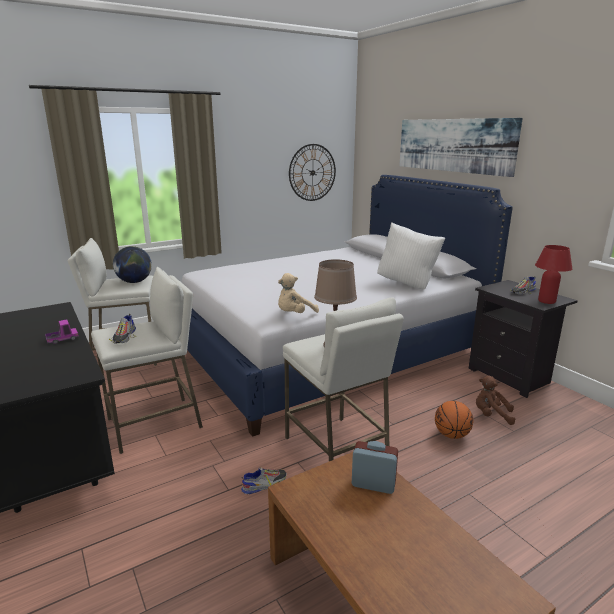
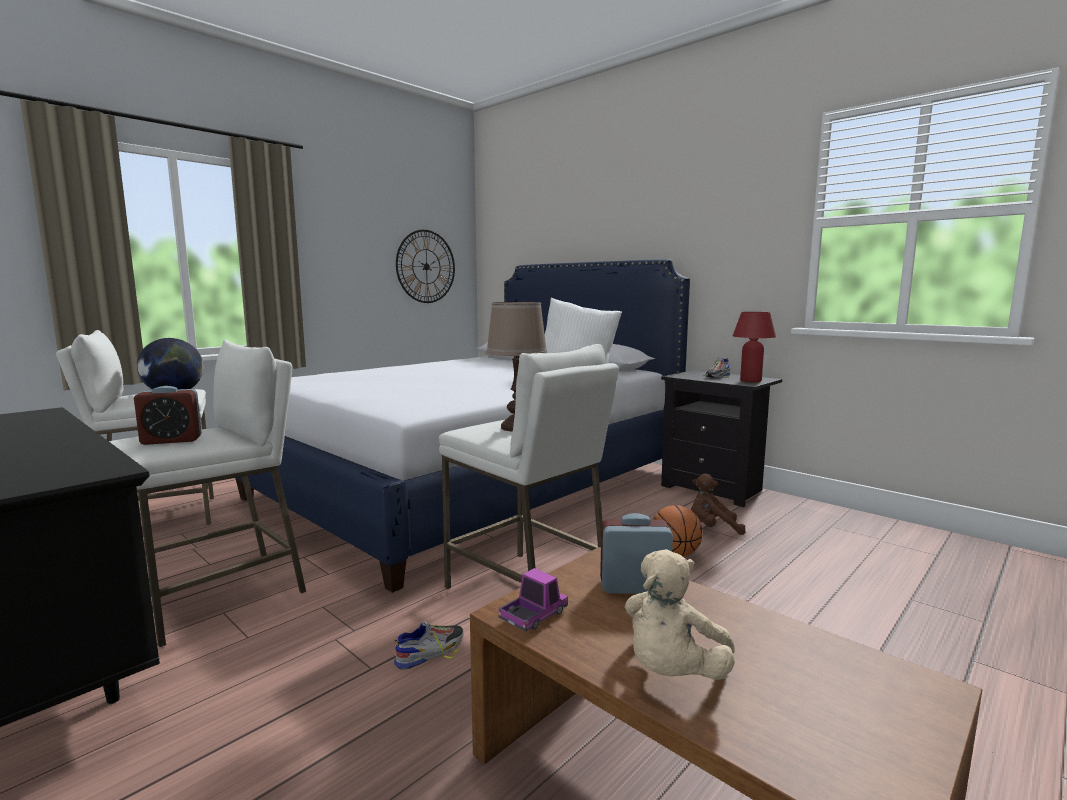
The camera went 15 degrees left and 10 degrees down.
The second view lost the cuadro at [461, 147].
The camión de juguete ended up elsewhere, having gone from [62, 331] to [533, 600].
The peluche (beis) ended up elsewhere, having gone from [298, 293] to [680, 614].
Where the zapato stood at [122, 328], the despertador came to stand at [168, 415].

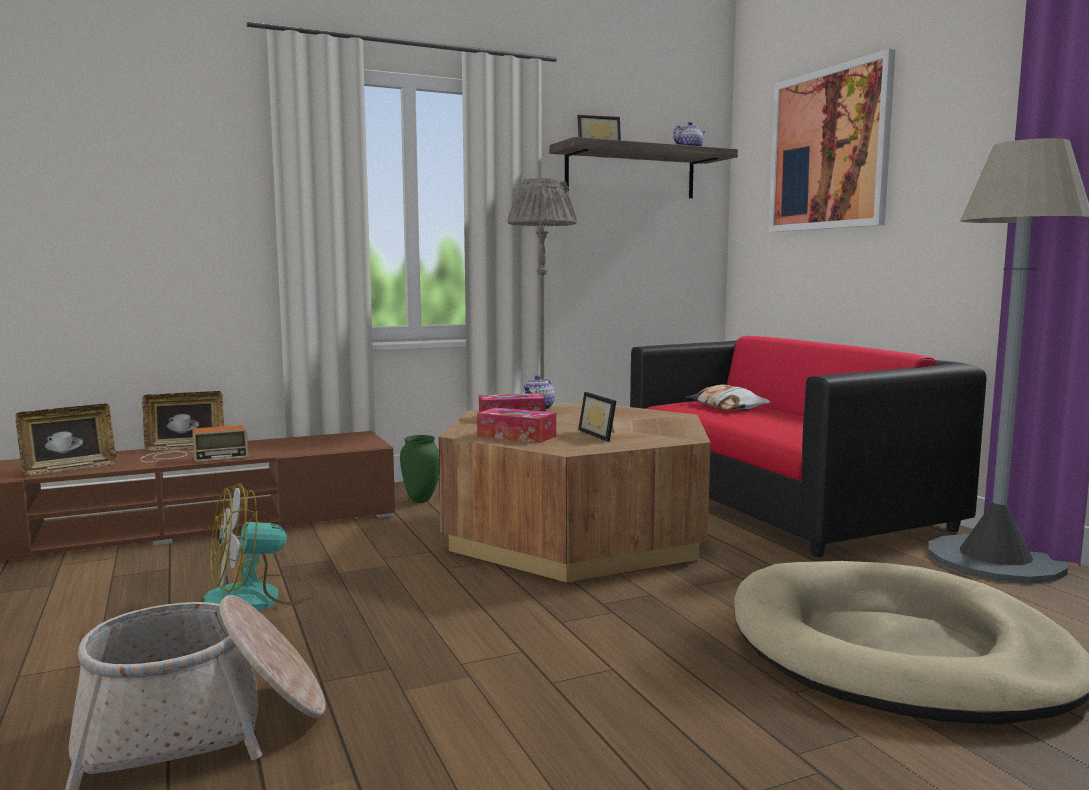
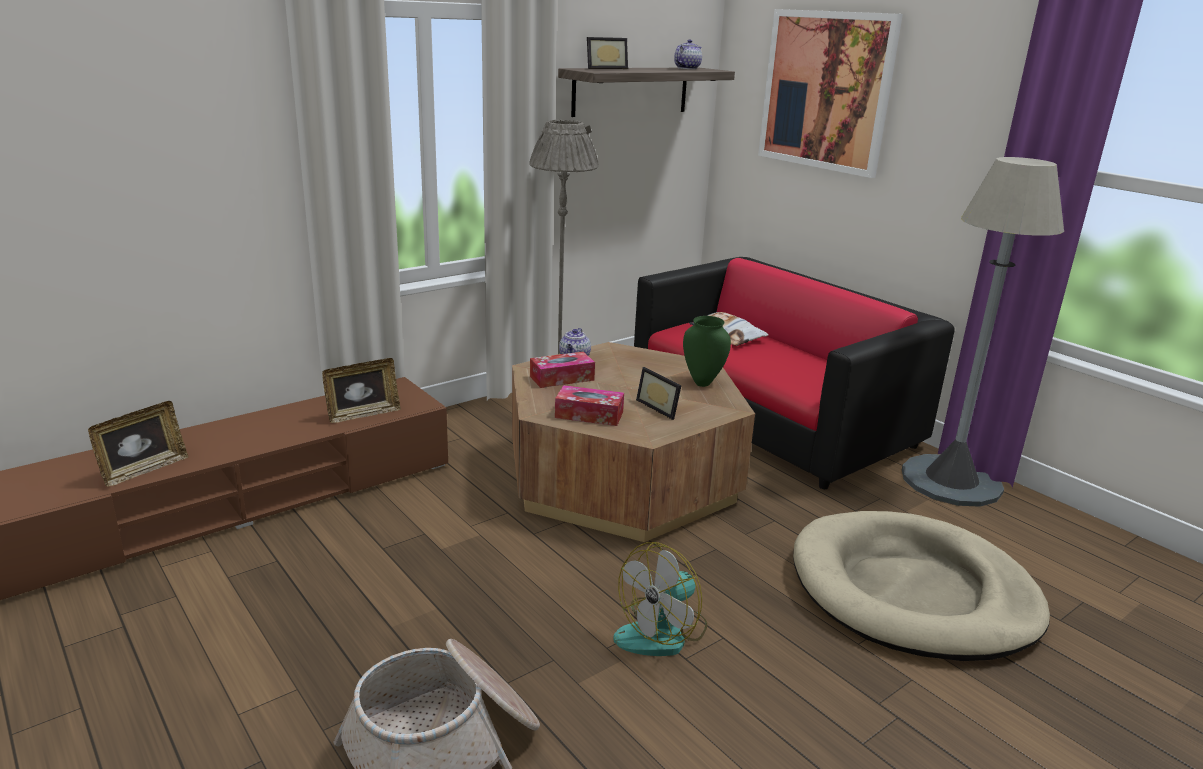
The camera went 15 degrees left and 15 degrees up.
The second view lost the radio at [194, 444].
The portarretratos ended up elsewhere, having gone from [183, 421] to [361, 390].
The ventilador ended up elsewhere, having gone from [260, 547] to [660, 599].
The florero (verde) ended up elsewhere, having gone from [419, 469] to [707, 351].

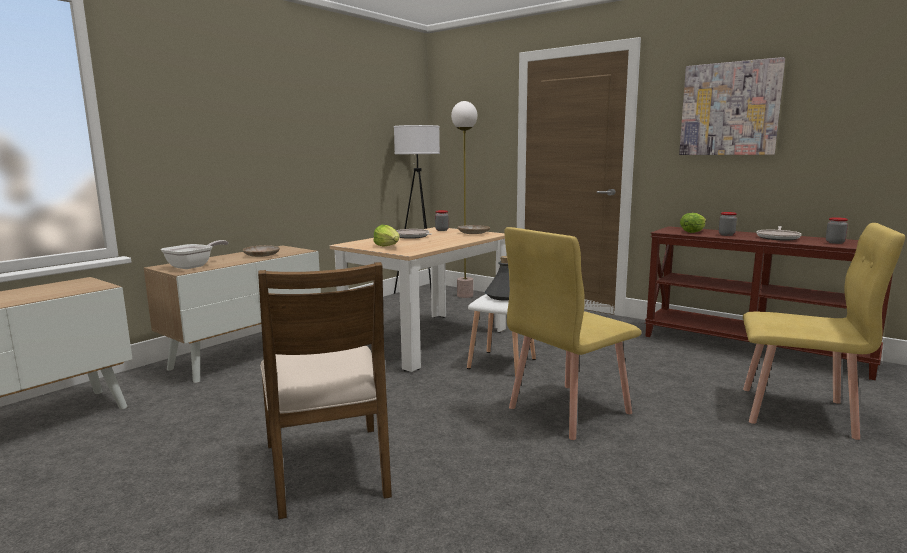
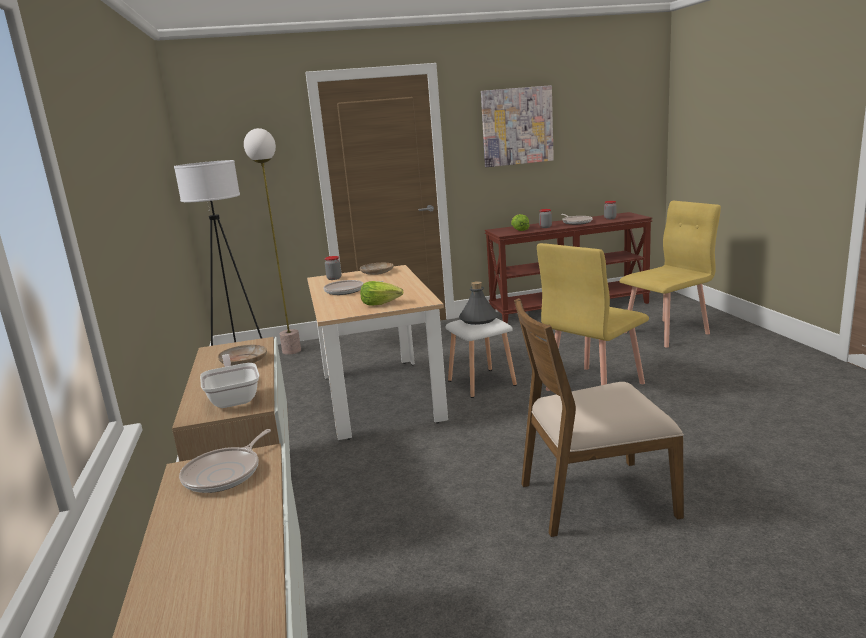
The camera went 50 degrees left and 5 degrees up.
The second view gained the sartén at [225, 461].
The silla (marrón) at [325, 390] ended up facing another way, 150 degrees clockwise from before.
The silla (amarillo) at [573, 333] ended up facing another way, 45 degrees clockwise from before.

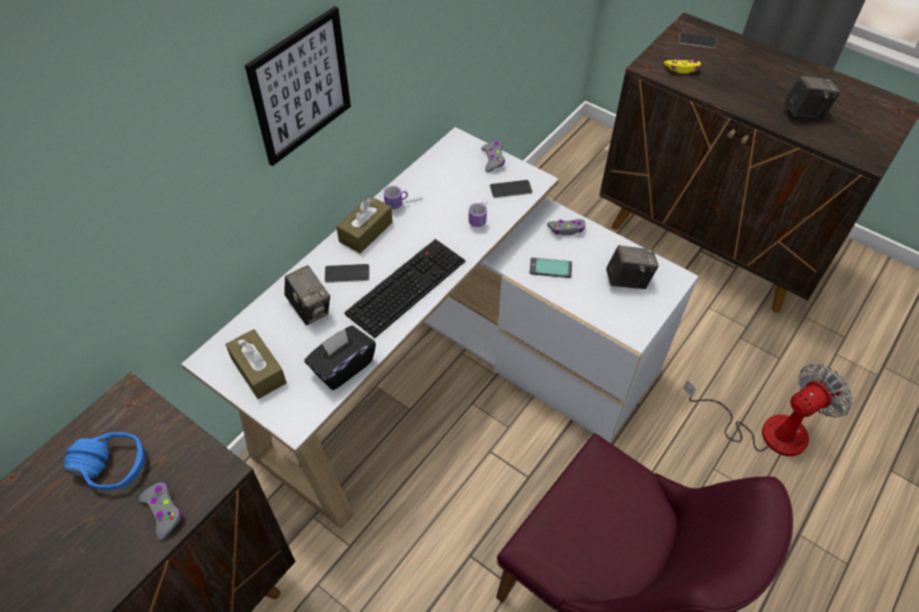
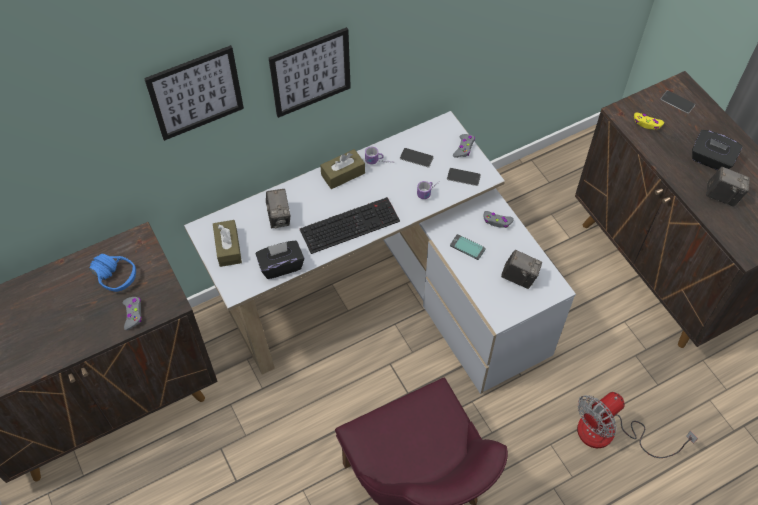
The camera went 25 degrees right and 5 degrees up.
The second view gained the cuadro at [194, 93].
The second view gained the caja de pañuelos (negro) at [717, 150].
The móvil ended up elsewhere, having gone from [347, 273] to [417, 157].
The ventilador at [767, 410] ended up facing another way, 150 degrees clockwise from before.

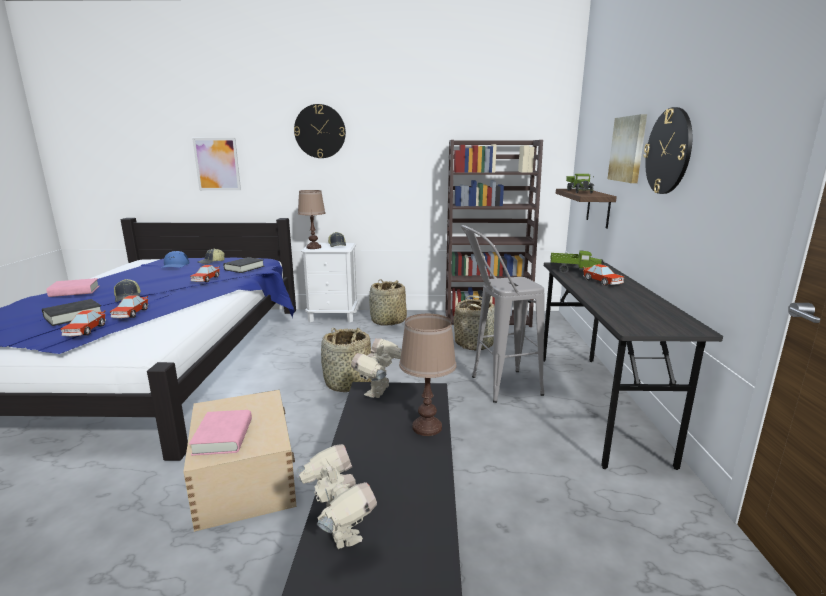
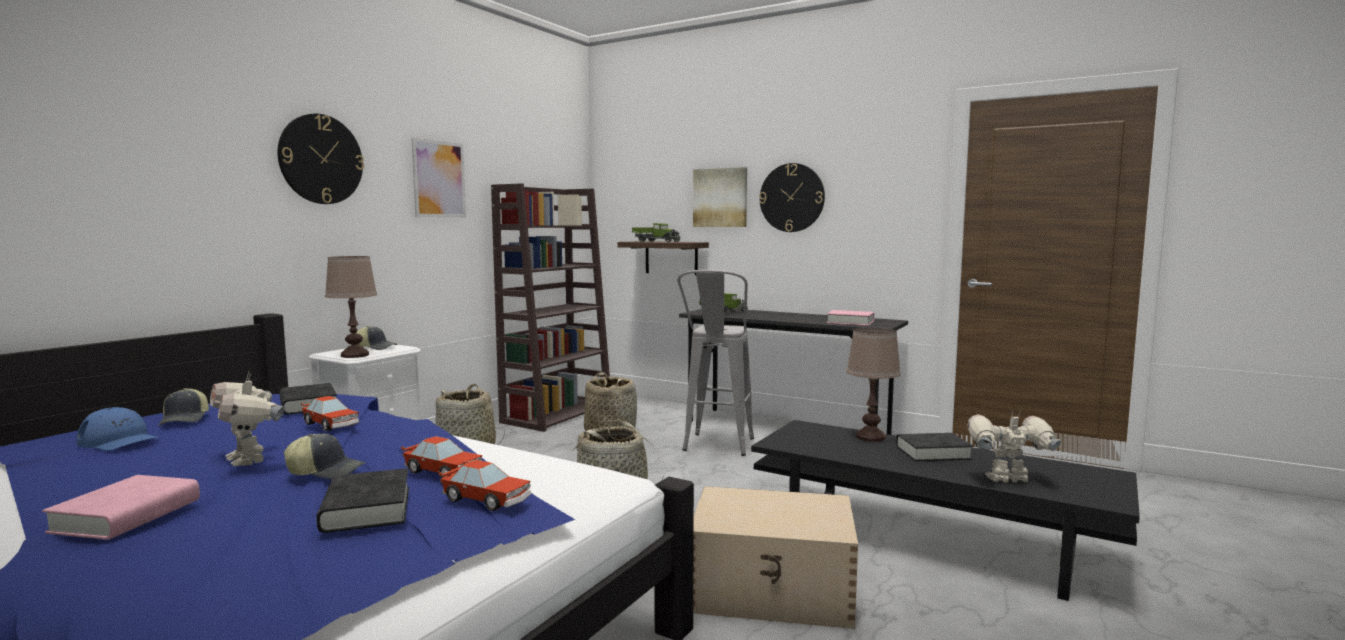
The camera went 60 degrees left and 10 degrees down.
The second view lost the coche de juguete at [603, 275].
The second view gained the libro (negro) at [934, 447].
The libro (rosa) ended up elsewhere, having gone from [220, 433] to [850, 318].
The cuadro ended up elsewhere, having gone from [216, 164] to [438, 178].
The robot de juguete ended up elsewhere, having gone from [376, 368] to [247, 419].

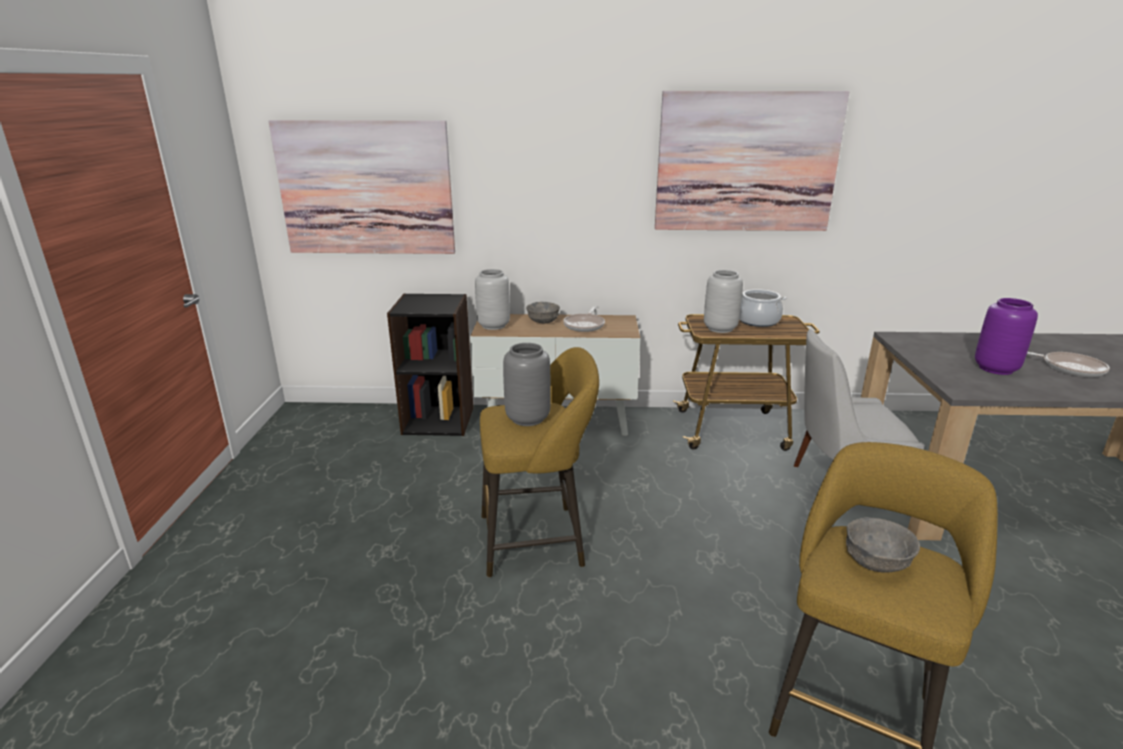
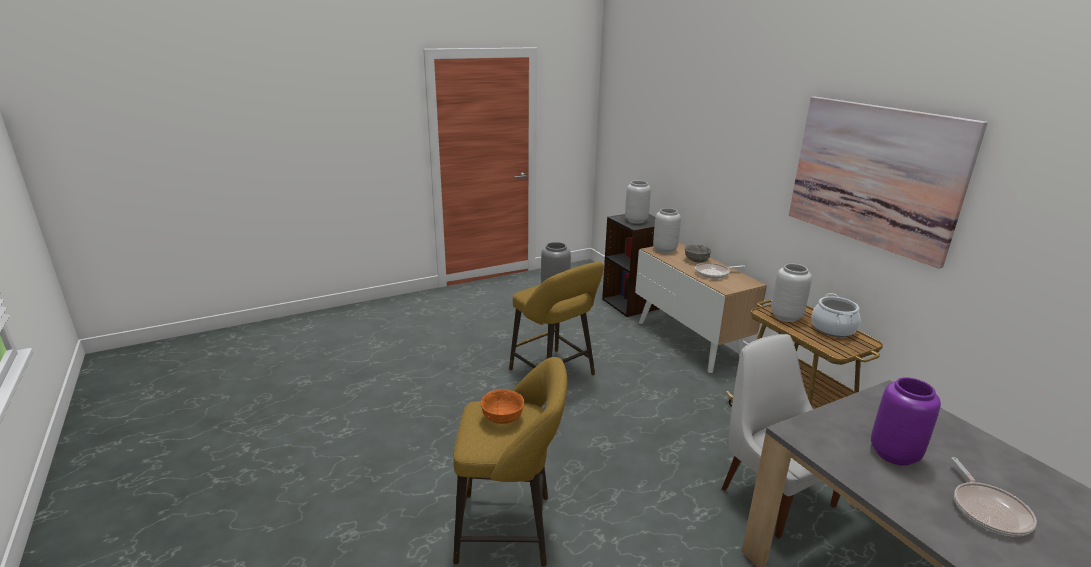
The camera went 60 degrees right and 0 degrees up.
The second view lost the cuadro at [361, 187].
The second view gained the florero (gris) at [638, 202].
What was the cuenco (gris) at [883, 545] turned into the cuenco (naranja) at [502, 406].

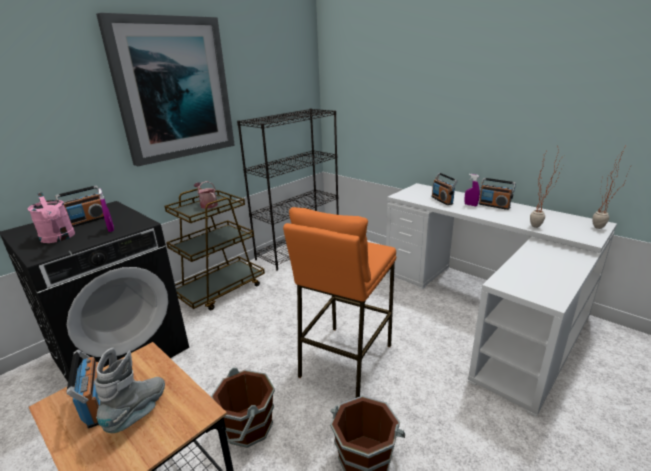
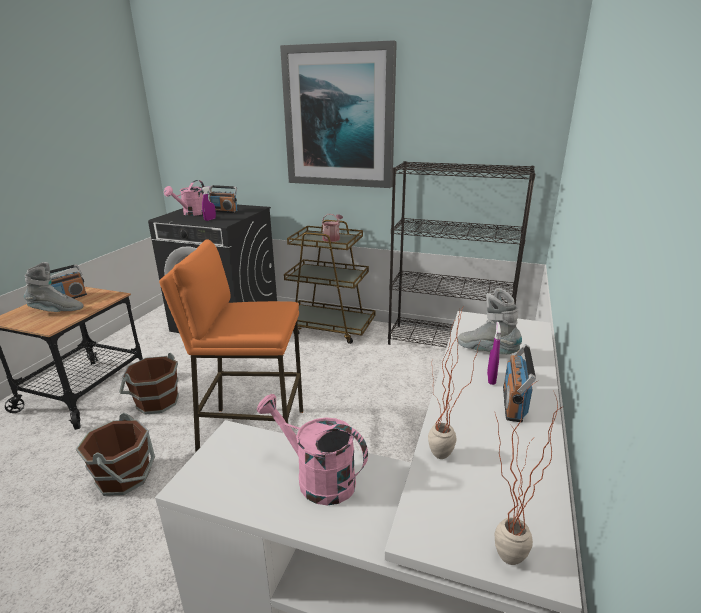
The camera went 65 degrees right and 0 degrees up.
The second view gained the regadera (rosa) at [312, 450].
Where the radio stood at [444, 189], the bota (gris) came to stand at [489, 321].

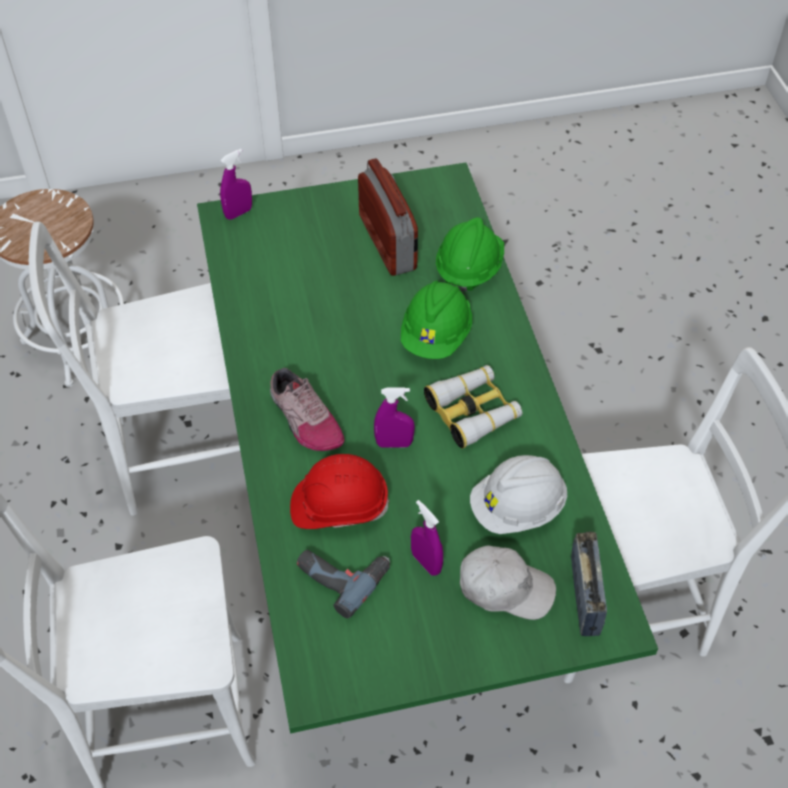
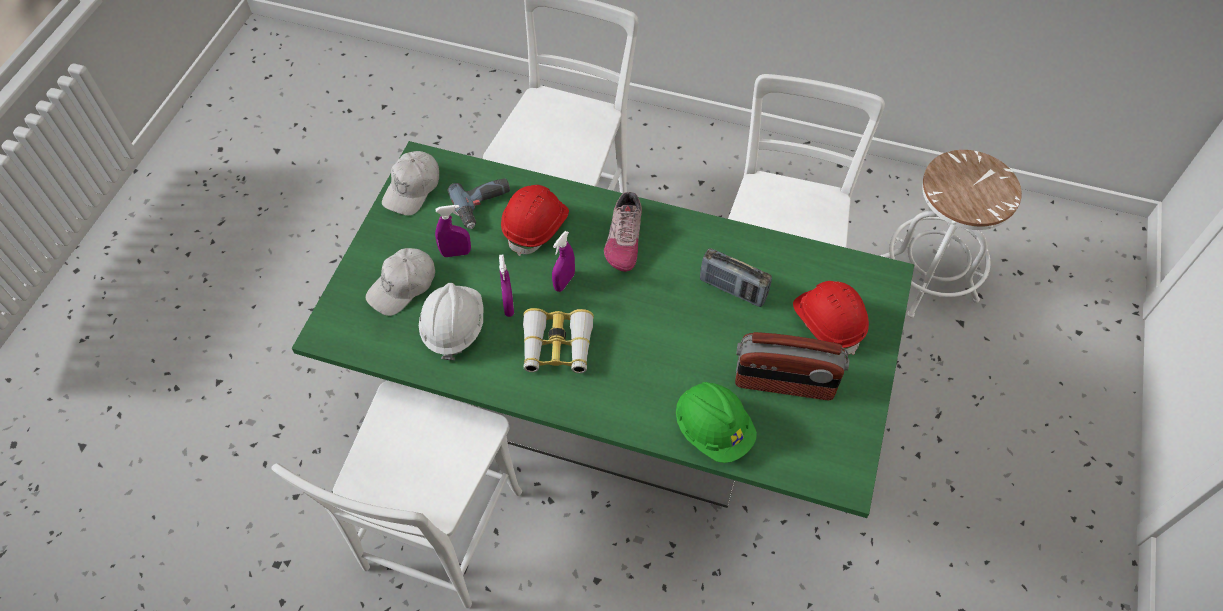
The camera went 120 degrees right and 5 degrees up.
The second view lost the casco (verde) at [436, 320].
The second view gained the gorra (blanco) at [410, 183].
The second view gained the casco (rojo) at [831, 318].
The pulverizador (morado) ended up elsewhere, having gone from [236, 184] to [506, 286].
The radio ended up elsewhere, having gone from [589, 584] to [736, 277].
The zapato at [307, 409] ended up facing another way, 75 degrees counterclockwise from before.

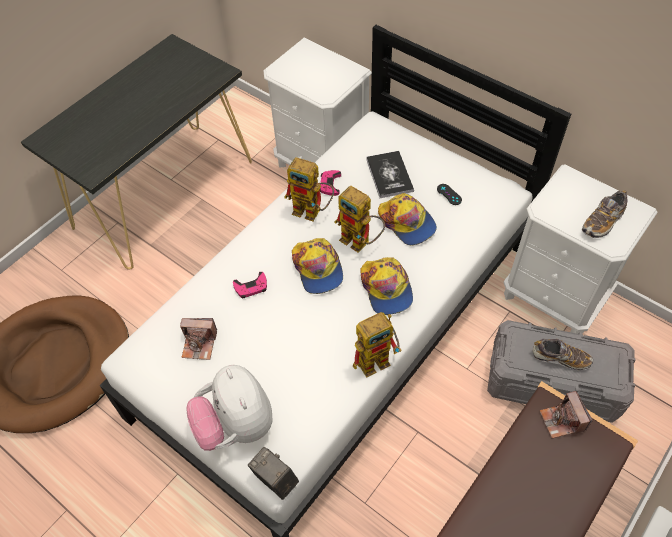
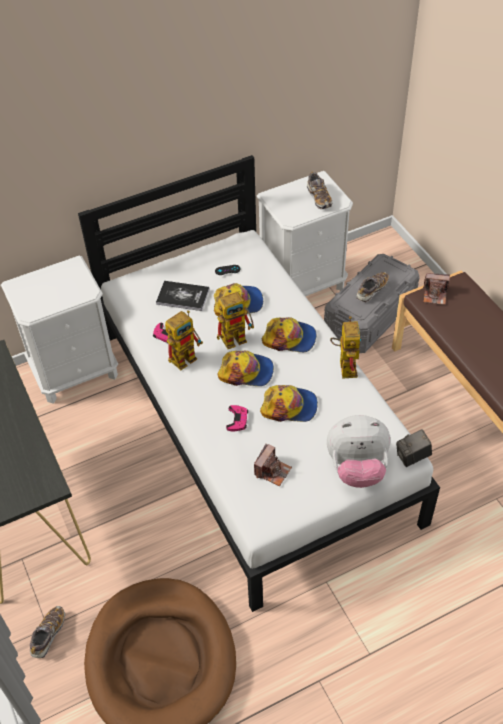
The camera went 65 degrees left and 5 degrees down.
The second view gained the zapato at [47, 632].
The second view gained the gorra at [289, 403].

